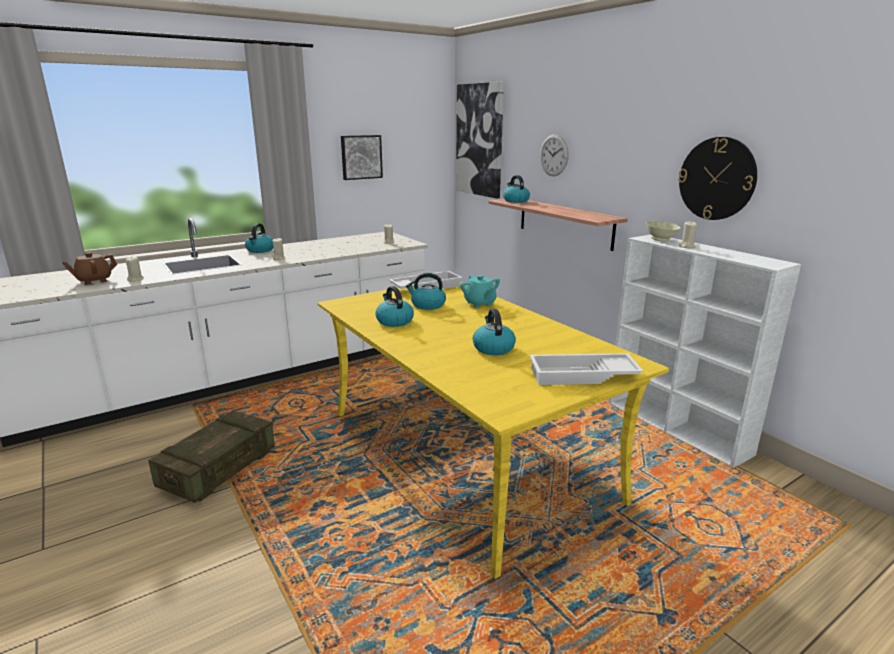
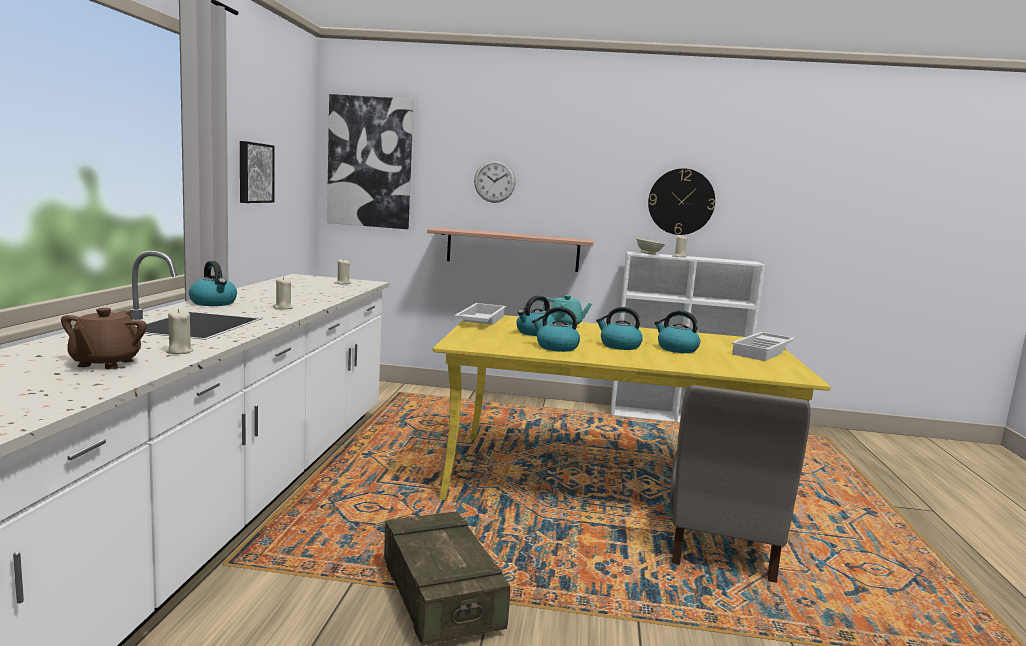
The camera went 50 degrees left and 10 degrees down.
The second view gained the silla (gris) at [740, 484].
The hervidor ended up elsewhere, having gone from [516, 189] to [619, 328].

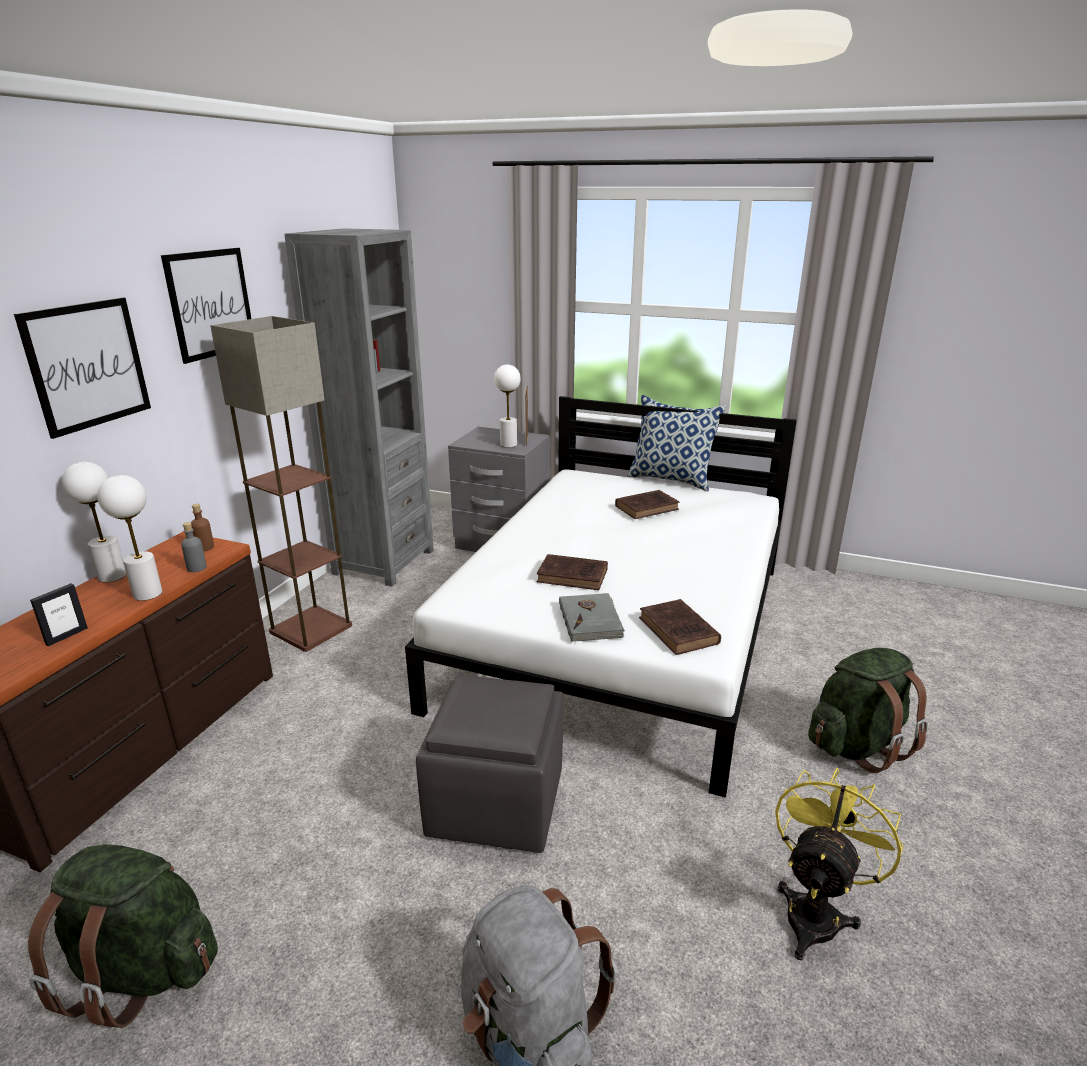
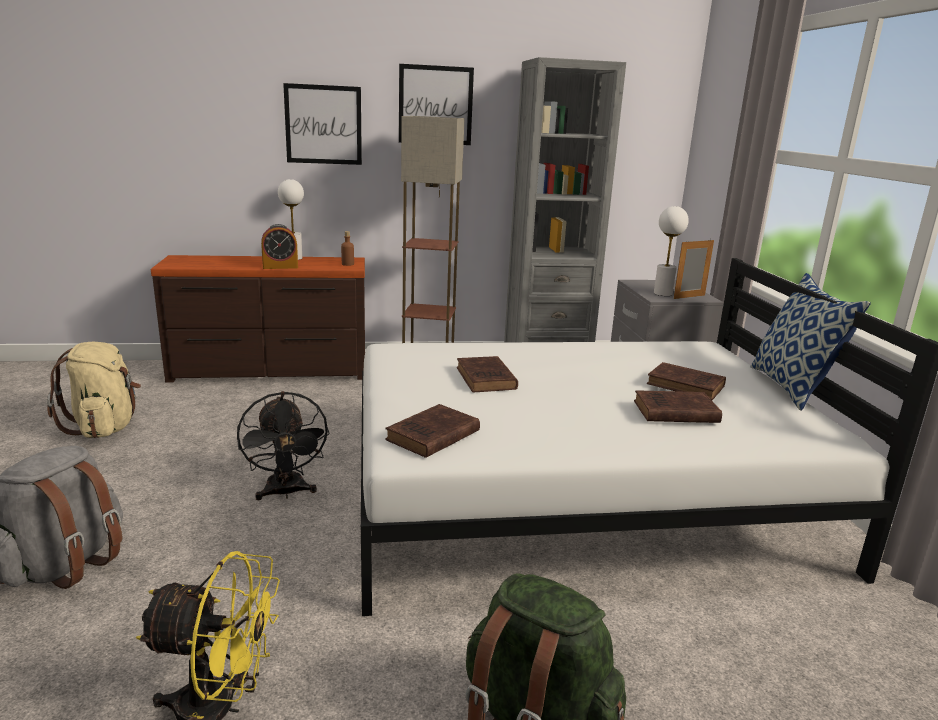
The camera went 60 degrees right and 5 degrees down.
The second view lost the portarretratos at [59, 614].
The second view lost the botella (gris) at [194, 547].
The second view lost the libro (gris) at [592, 617].
The second view gained the libro (marrón) at [678, 406].
Where the lámpara de mesa (blanco) stood at [129, 538], the despertador came to stand at [279, 246].
Where the puf (gris) stood at [490, 763], the ventilador (negro) came to stand at [283, 445].
What was the mochila (verde) at [123, 936] turned into the mochila (beis) at [94, 390].

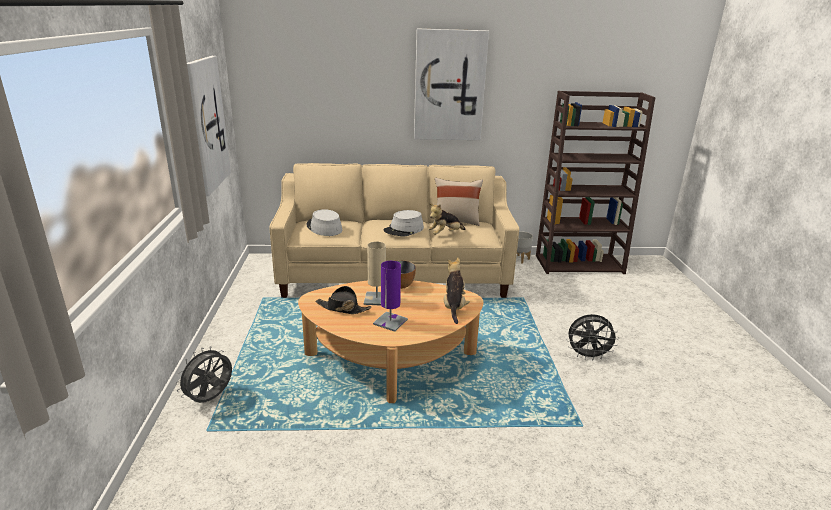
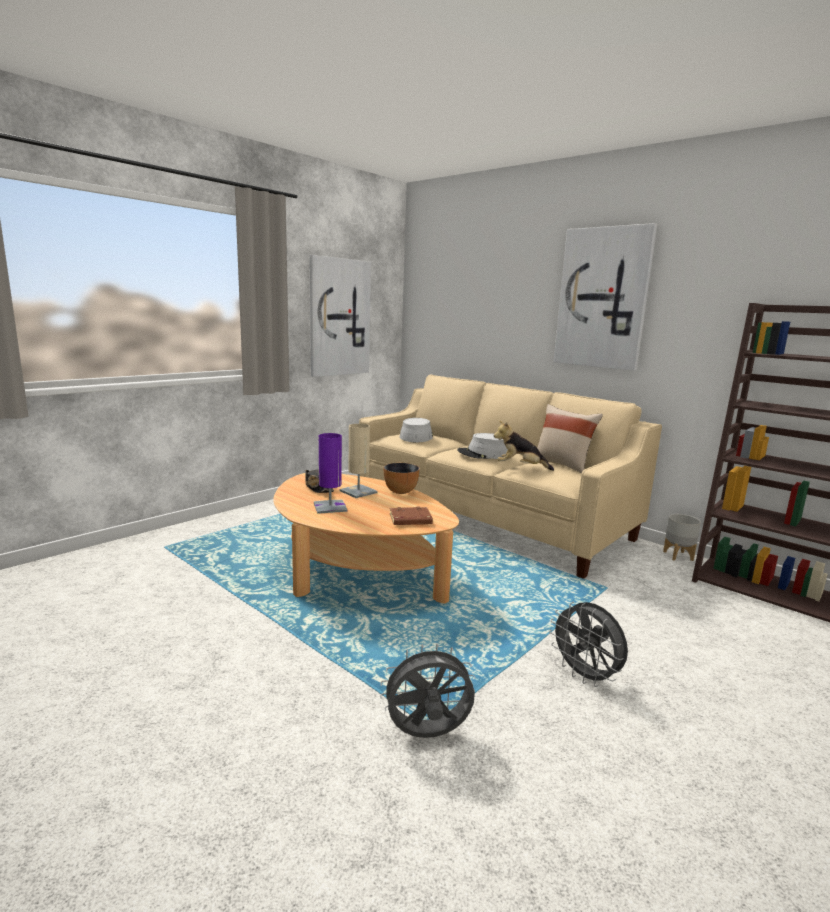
The camera went 45 degrees right and 10 degrees down.
The ventilador (gris) ended up elsewhere, having gone from [203, 374] to [428, 690].
Where the peluche stood at [457, 291], the libro (marrón) came to stand at [411, 515].

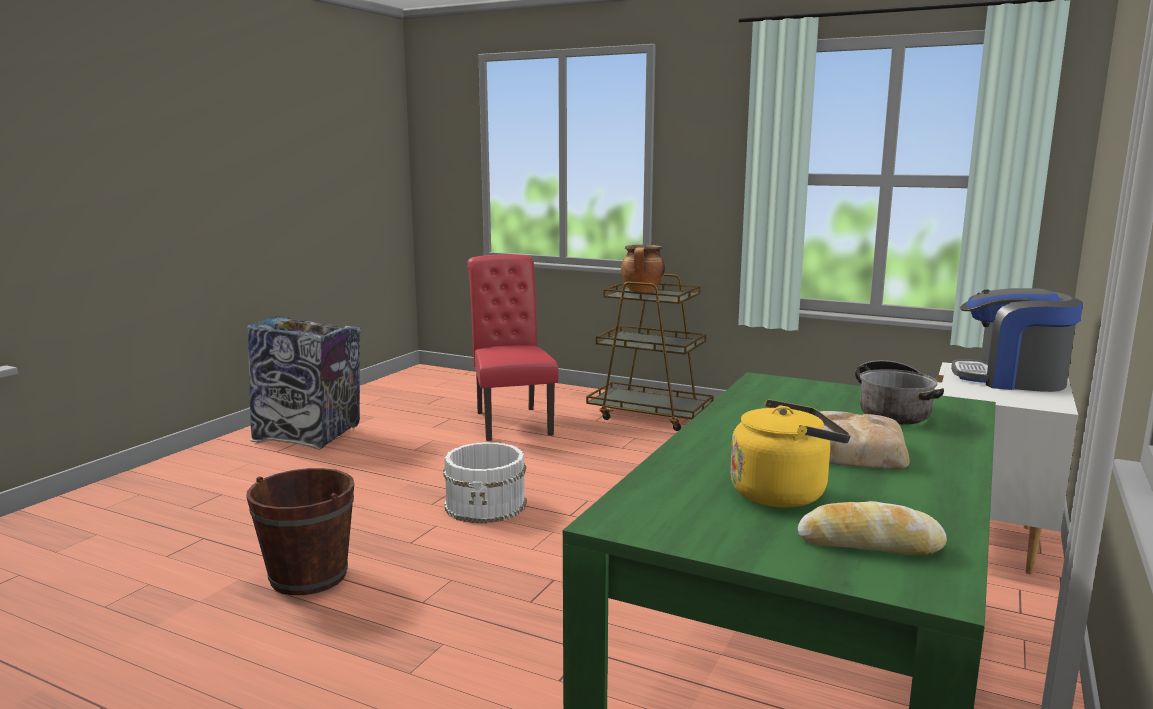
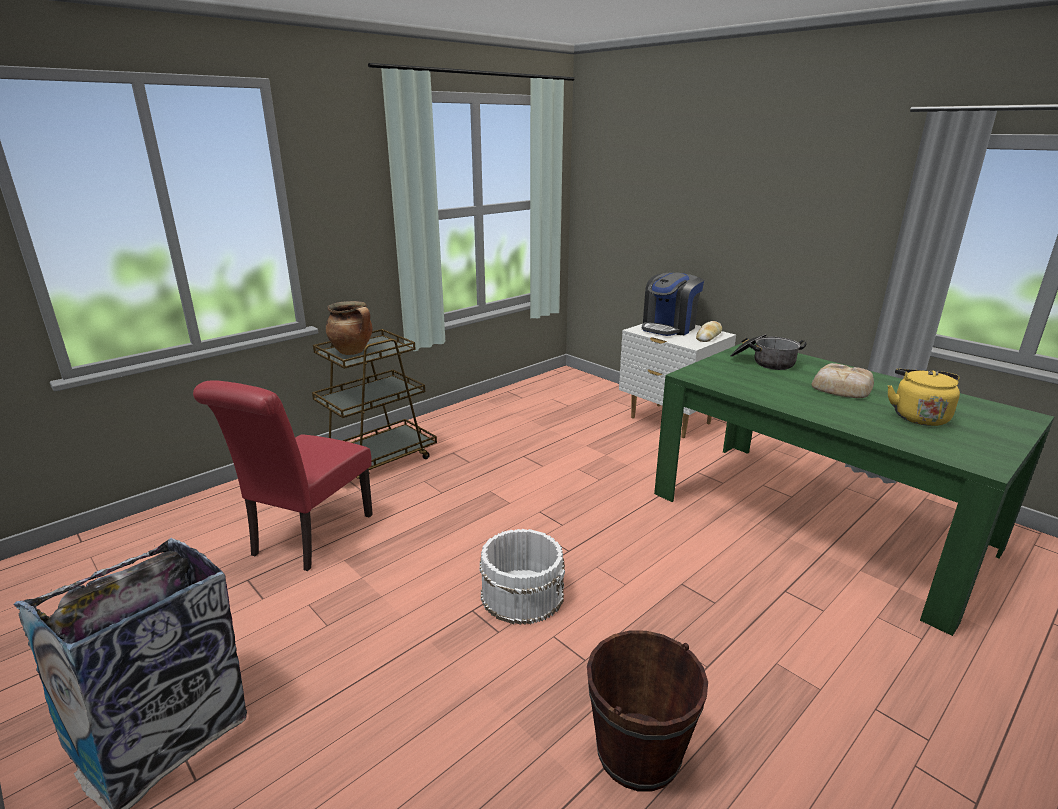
The camera went 70 degrees left and 10 degrees up.
The pan ended up elsewhere, having gone from [872, 528] to [709, 331].
The silla (rojo) at [512, 347] ended up facing another way, 75 degrees counterclockwise from before.

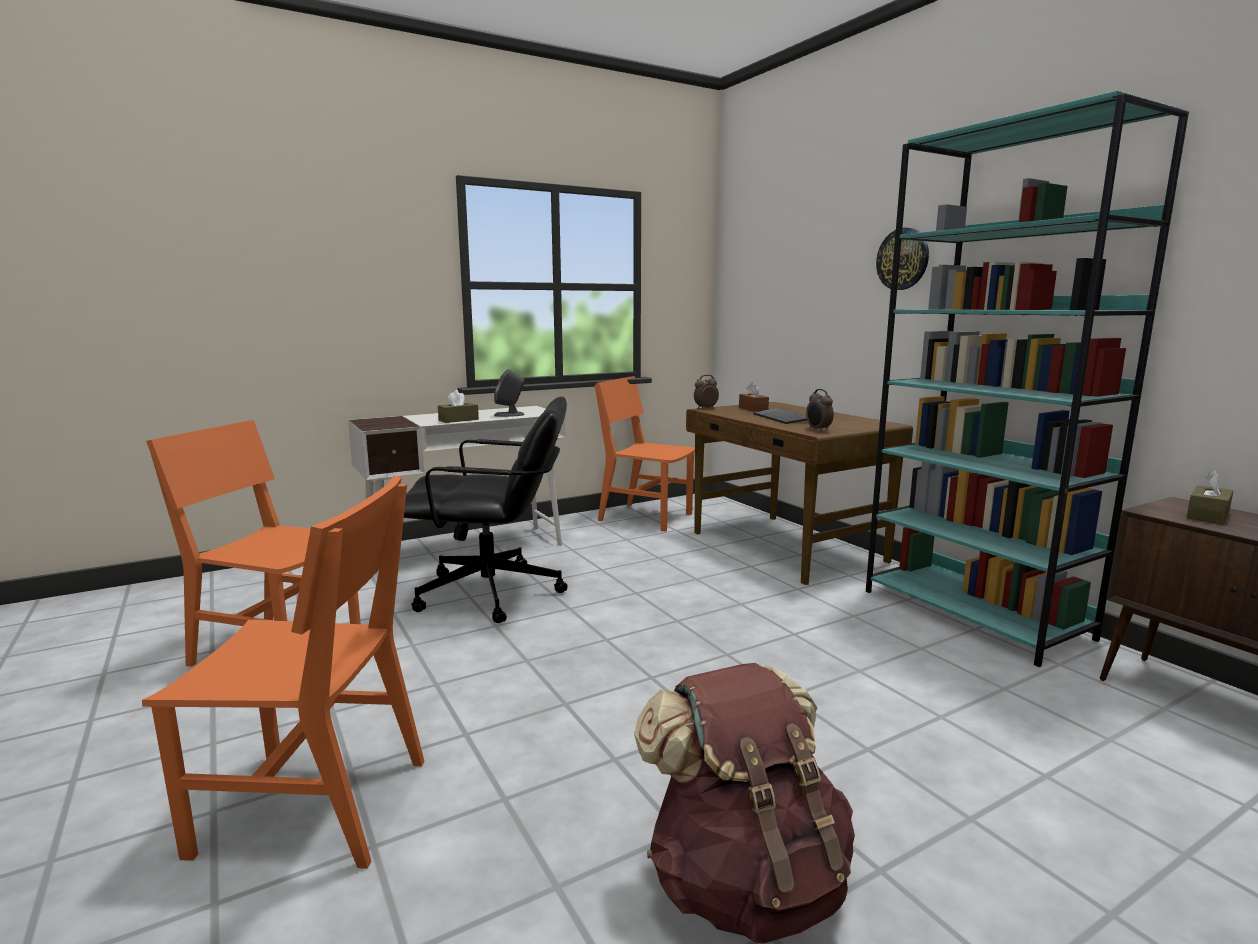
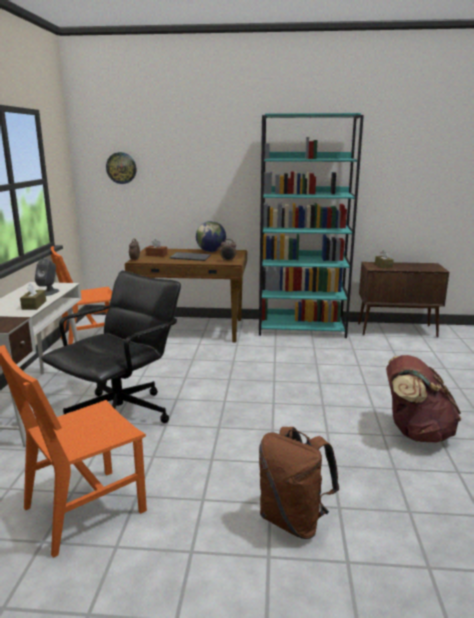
The camera went 55 degrees left and 5 degrees up.
The second view gained the globo terráqueo at [211, 236].
The reloj de pared ended up elsewhere, having gone from [902, 259] to [121, 168].
Where the silla (naranja) stood at [283, 672], the mochila (marrón) came to stand at [299, 483].

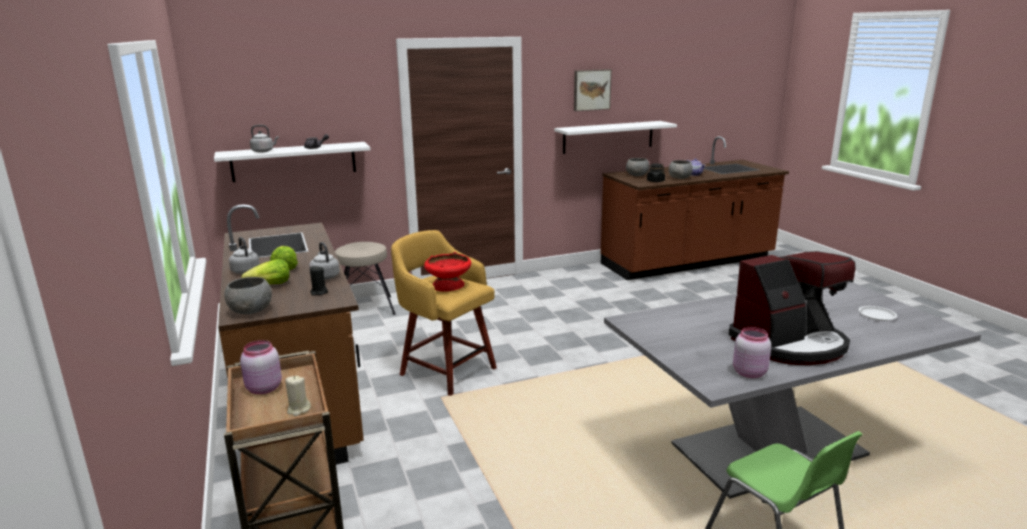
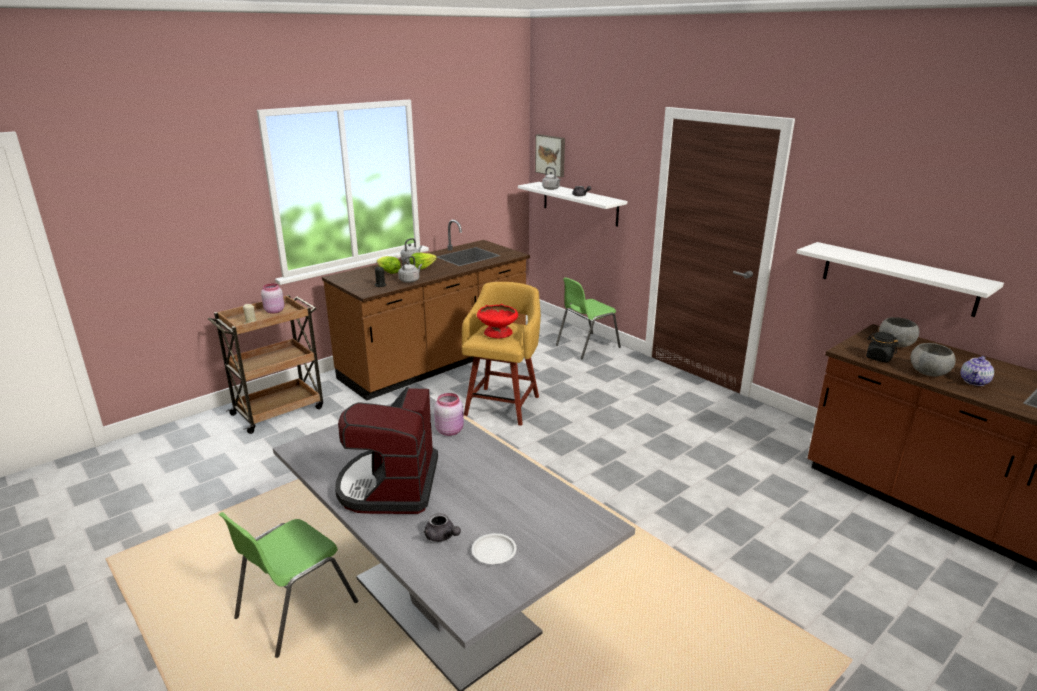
The camera went 70 degrees right and 5 degrees up.
The second view lost the cuenco (gris) at [248, 295].
The second view gained the tetera (gris) at [442, 527].
The cuadro ended up elsewhere, having gone from [593, 90] to [550, 155].
The tarro (rosa) ended up elsewhere, having gone from [752, 352] to [449, 414].
Where the taburete (beis) stood at [365, 278], the silla (verde) came to stand at [588, 318].
The cafetera at [792, 308] ended up facing another way, 45 degrees clockwise from before.

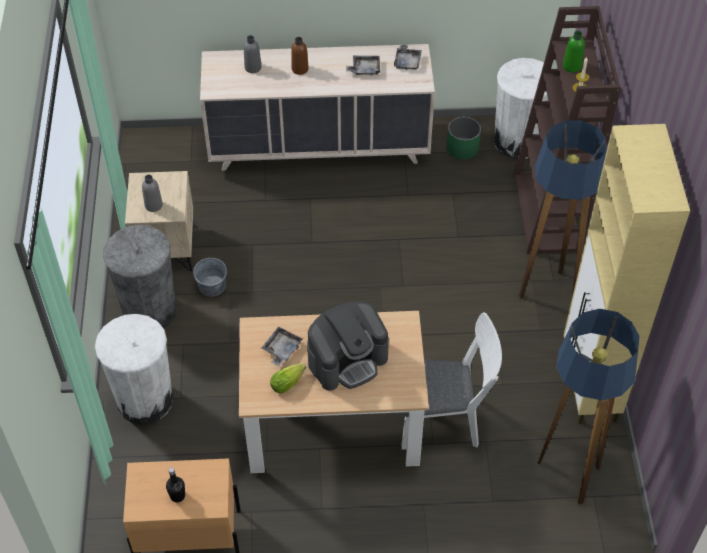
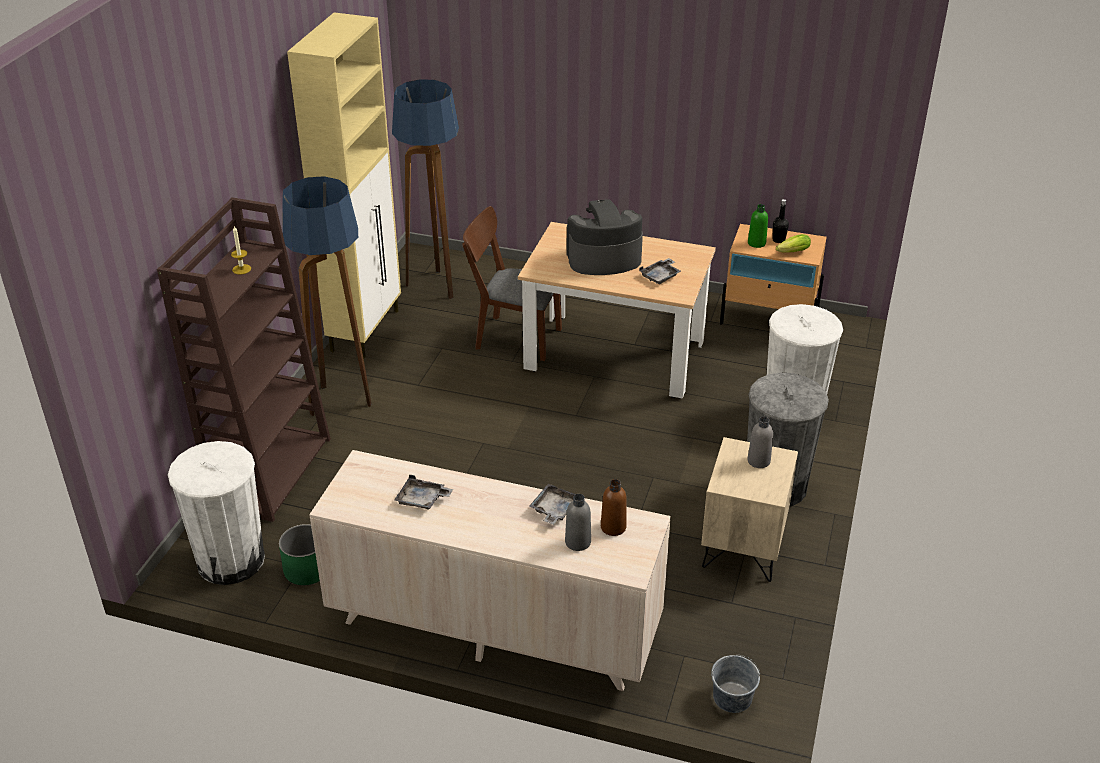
The camera went 160 degrees left and 15 degrees down.
The cubo (gris) ended up elsewhere, having gone from [210, 277] to [735, 684].
The lechuga ended up elsewhere, having gone from [288, 378] to [793, 243].
The botella (marrón) ended up elsewhere, having gone from [300, 56] to [614, 507].
The bandeja (gris) ended up elsewhere, having gone from [408, 57] to [552, 504].
The botella (verde) ended up elsewhere, having gone from [574, 52] to [758, 226].
What was the silla (blanco) at [451, 380] turned into the silla (marrón) at [512, 283].

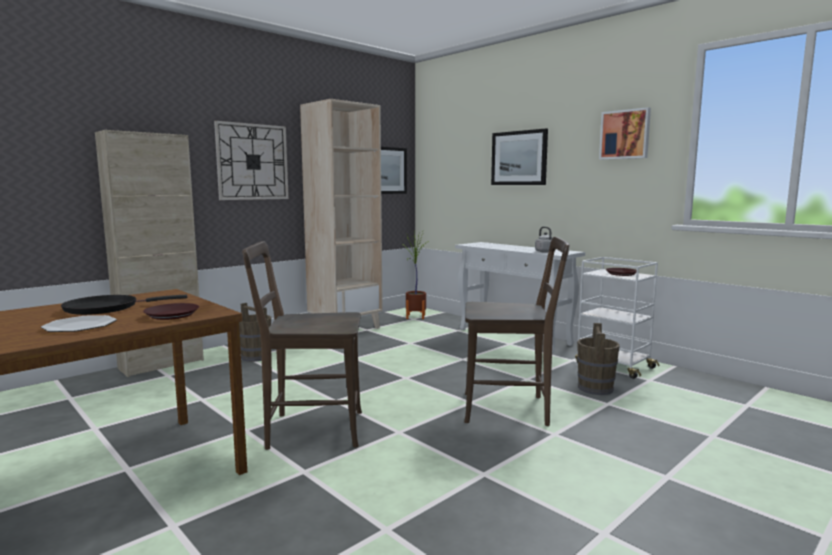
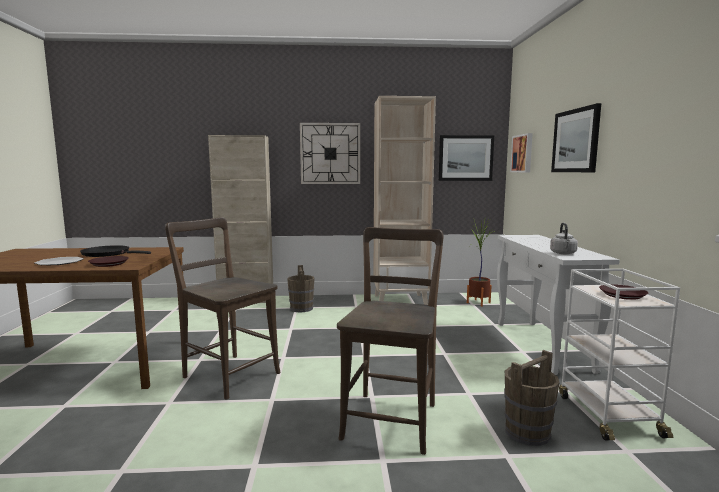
The camera went 40 degrees right and 0 degrees up.
The cuadro ended up elsewhere, having gone from [625, 133] to [521, 152].
The silla (marrón) at [517, 331] ended up facing another way, 120 degrees counterclockwise from before.

